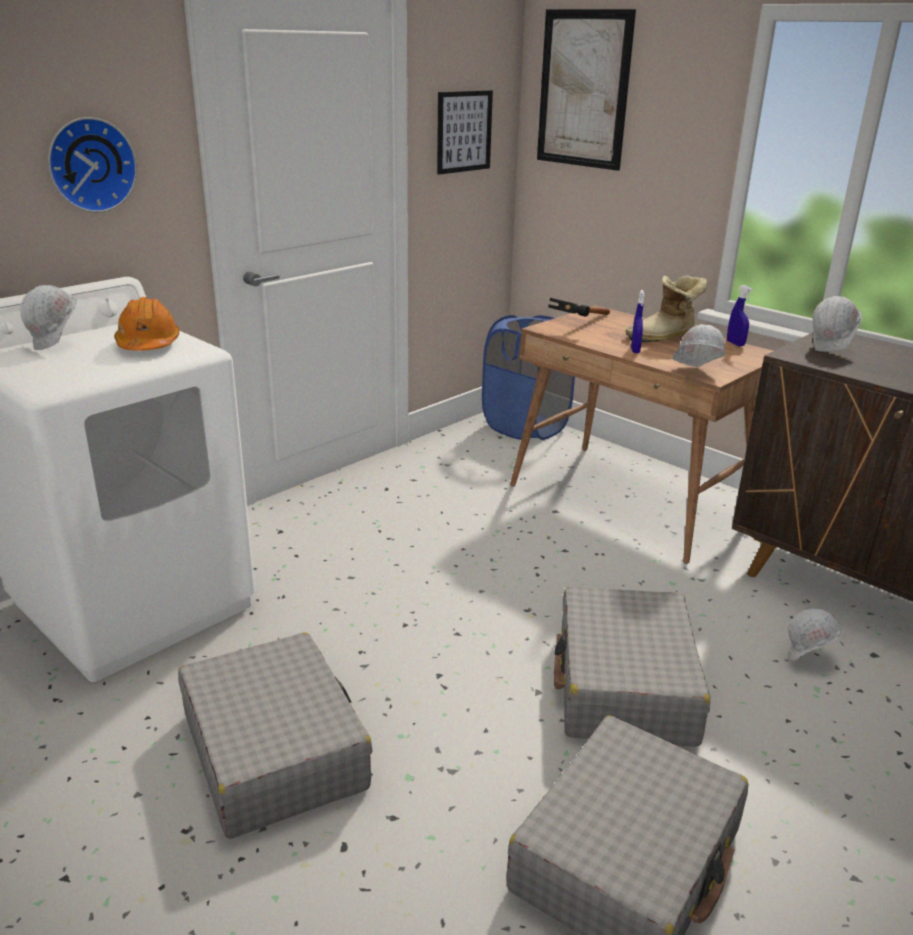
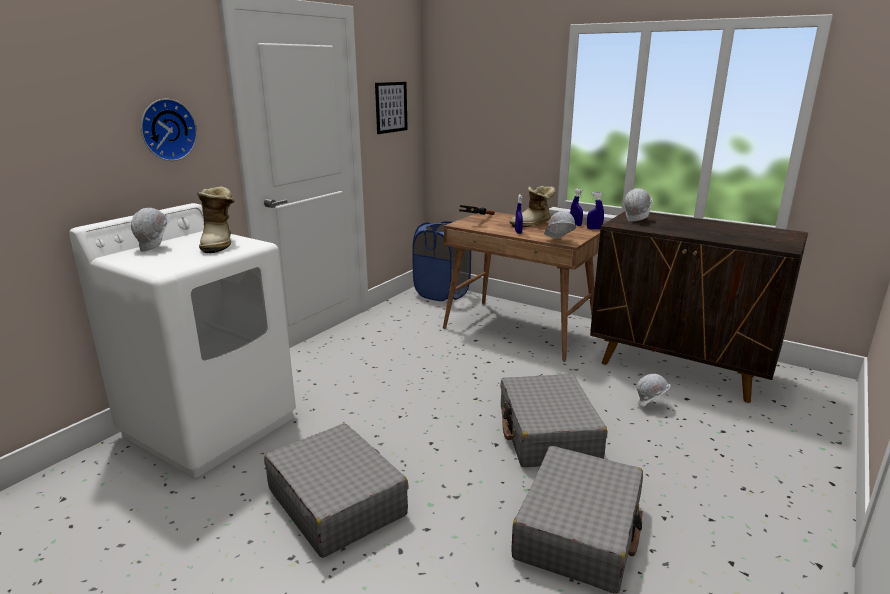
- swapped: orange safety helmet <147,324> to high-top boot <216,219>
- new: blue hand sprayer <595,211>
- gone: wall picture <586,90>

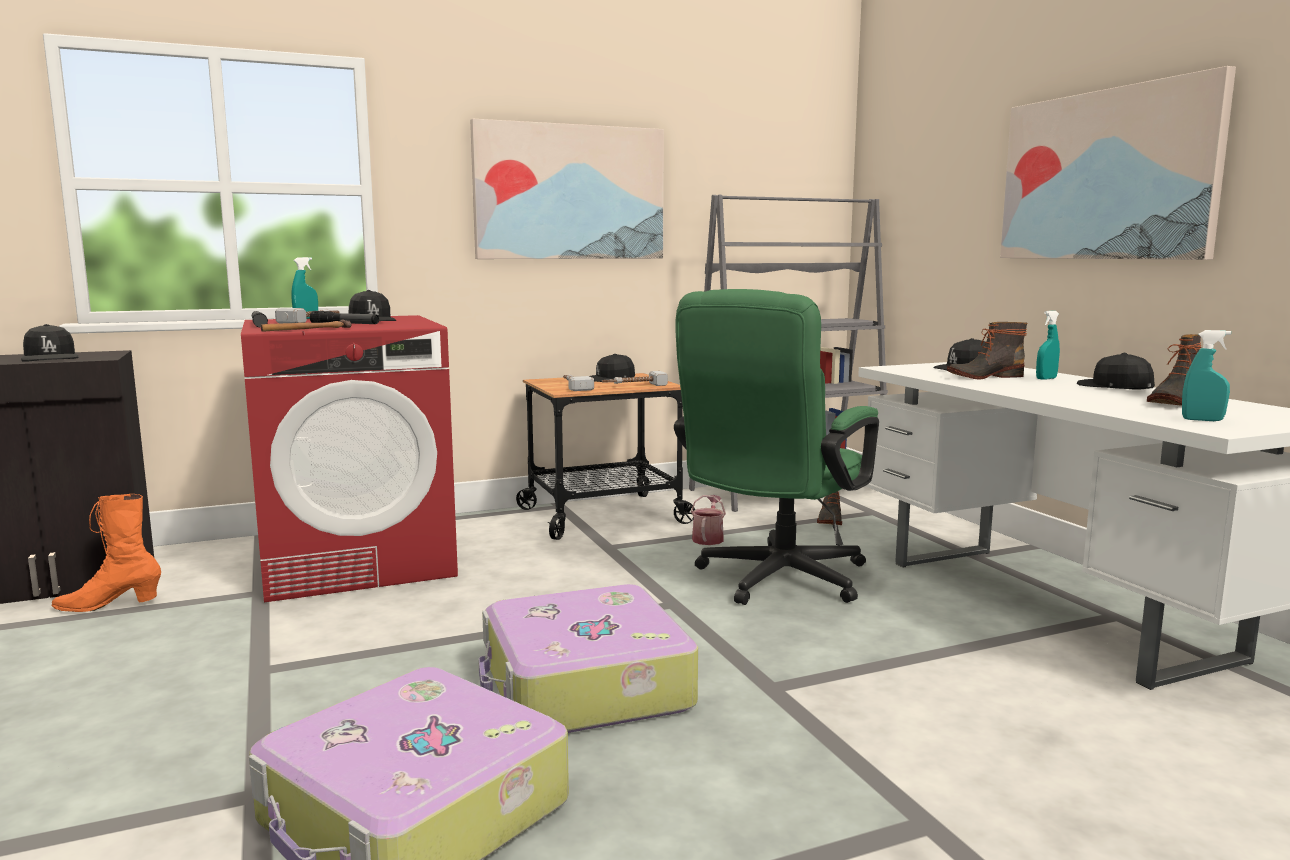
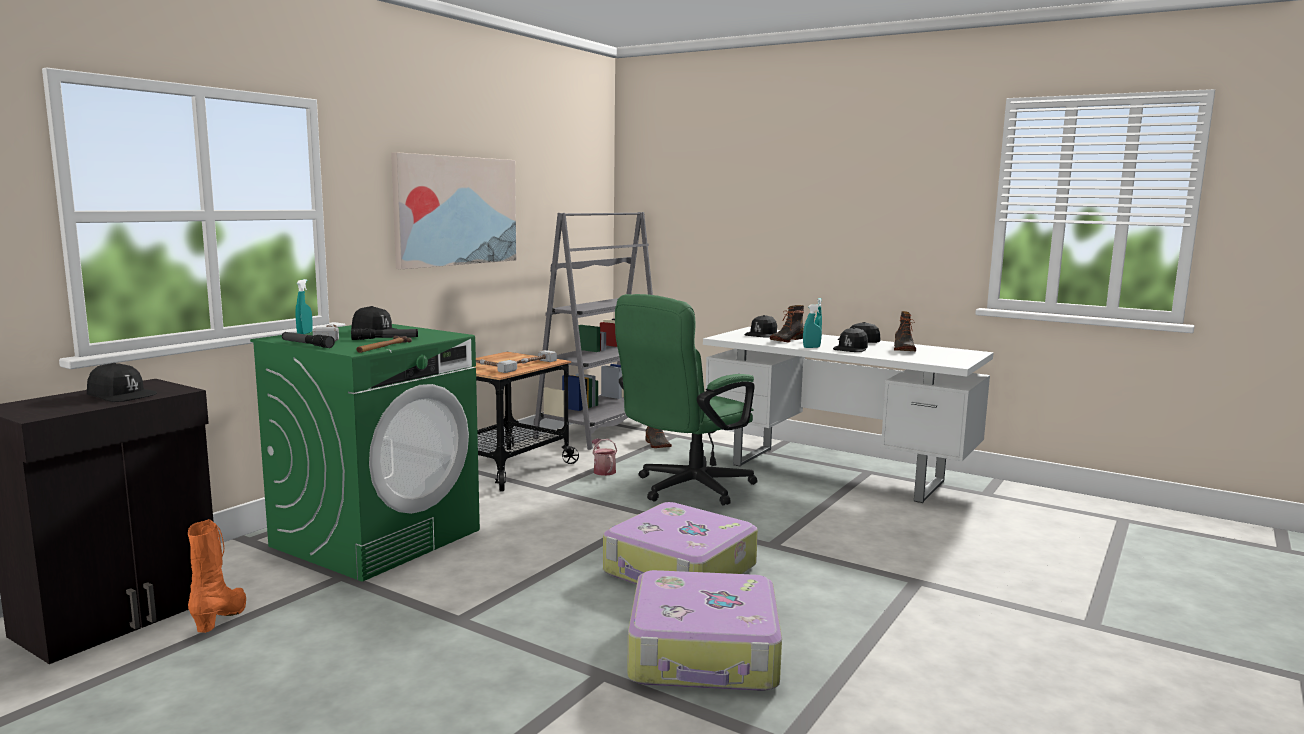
- rotated: orange high-top boot <106,553> = <217,576> 135 degrees clockwise
- repainted: red-coloured laundry machine <349,458> to green laundry machine <365,453>
- rotated: green office chair <776,447> = <686,399> 45 degrees clockwise
- shifted: turquoise-coloured hand sprayer <1206,375> to <812,326>
- shifted: blackish cap <612,368> to <850,340>
- gone: wall picture <1118,163>

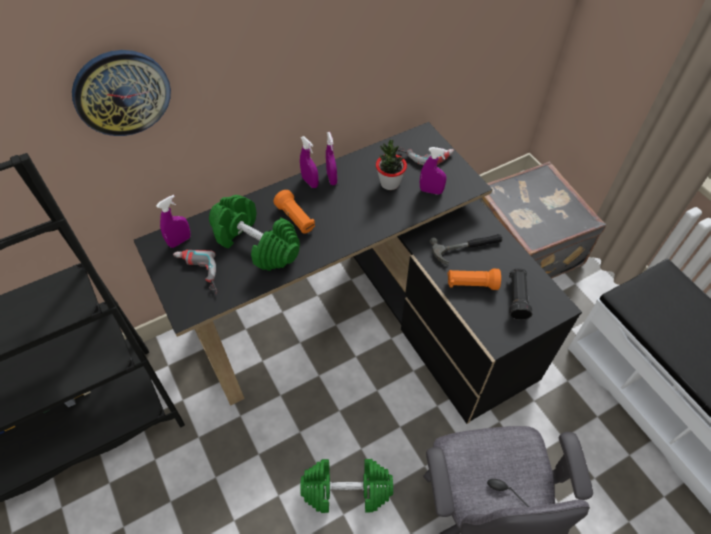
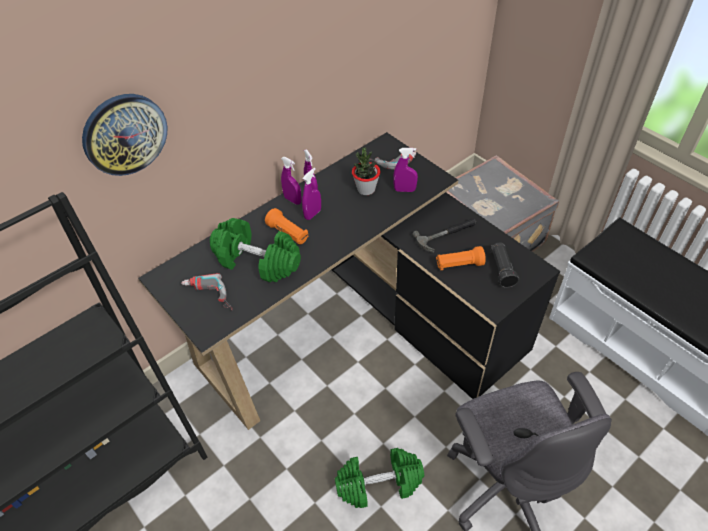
- shifted: purple-coloured hand sprayer <173,221> to <311,194>

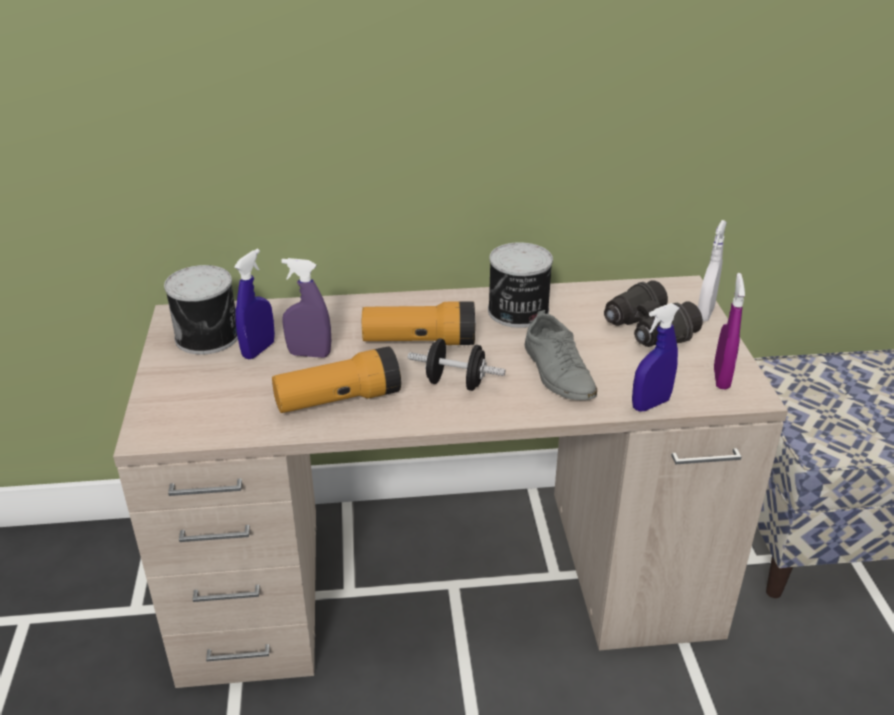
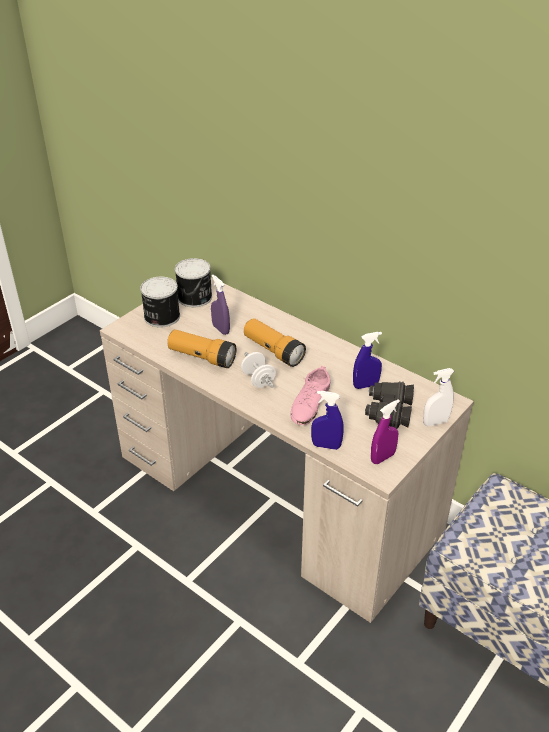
- shifted: metal can <520,285> to <160,302>
- repainted: blackish dumbbell <457,364> to white-coloured dumbbell <258,370>
- repainted: grey low shoe <561,355> to pinkish low shoe <311,395>
- shifted: blue hand sprayer <254,304> to <367,360>

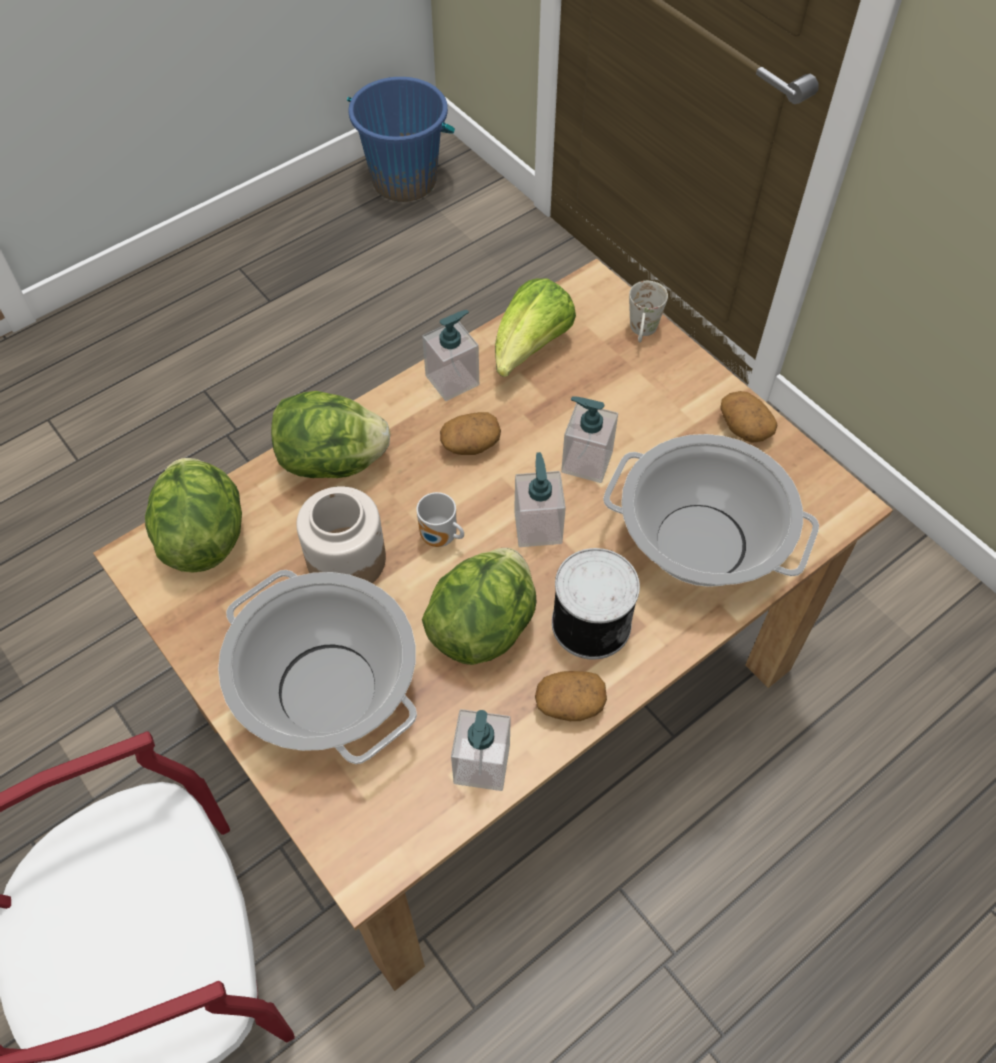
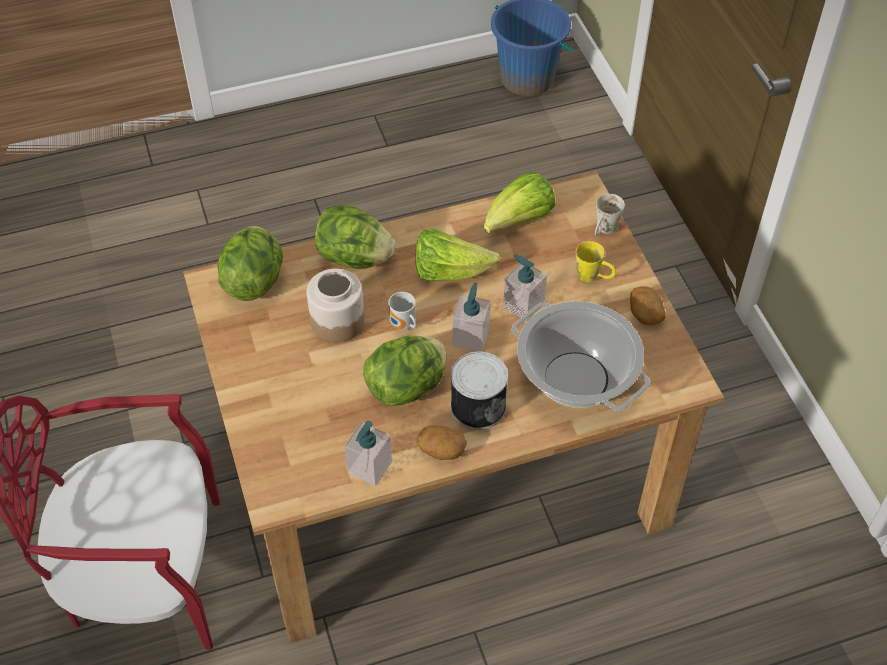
- swapped: potato <470,433> to lettuce head <458,255>
- new: yellow coffee mug <596,261>
- gone: stockpot <317,667>
- gone: soap bottle <450,355>

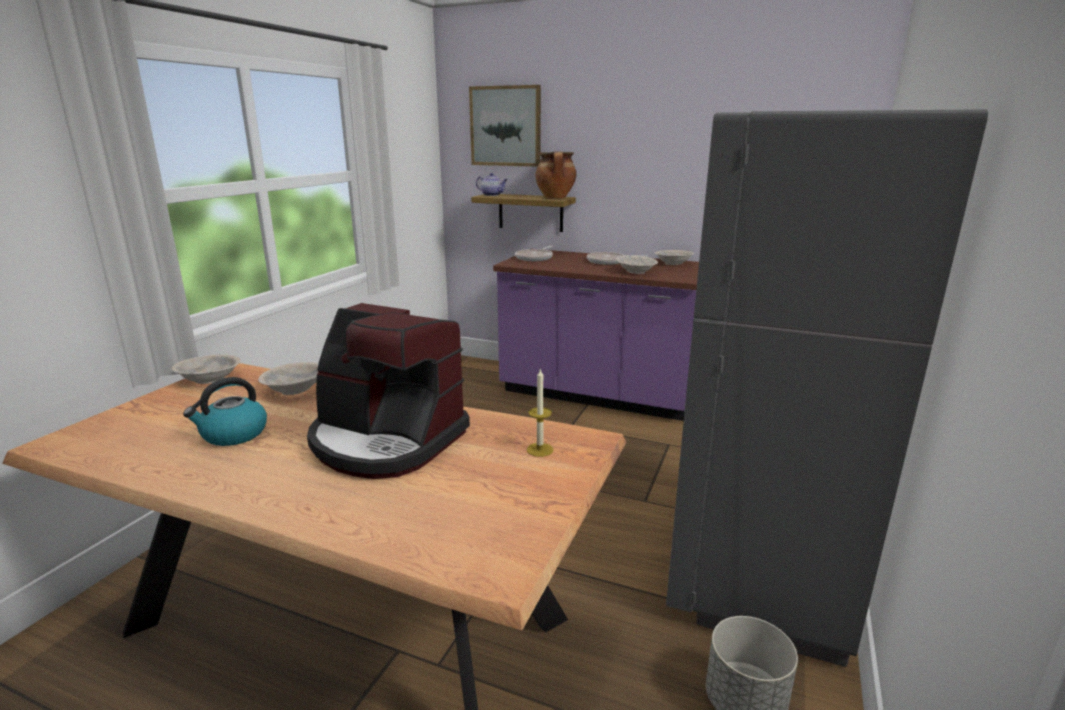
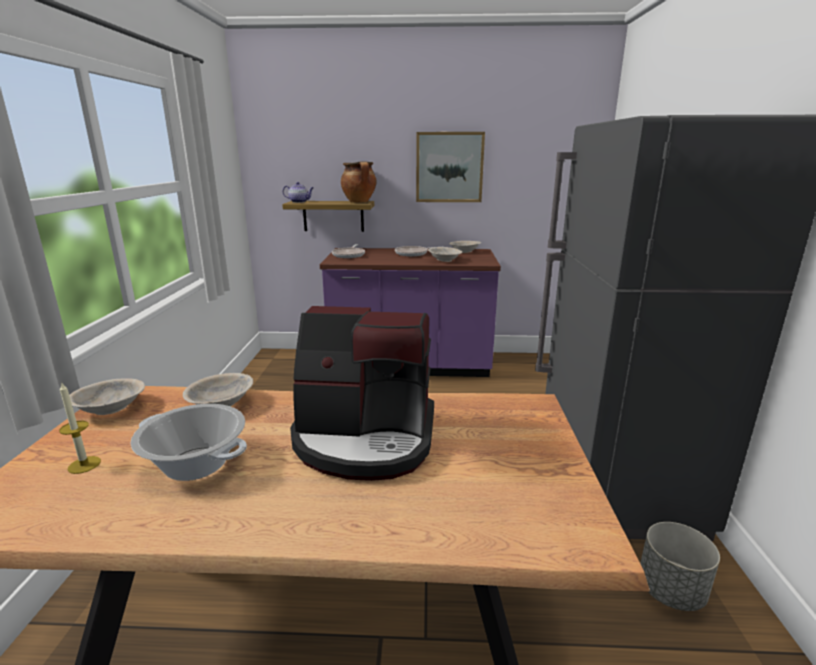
- shifted: wax light <540,412> to <80,428>
- swapped: tea kettle <225,411> to stockpot <188,442>
- shifted: wall picture <505,126> to <450,167>

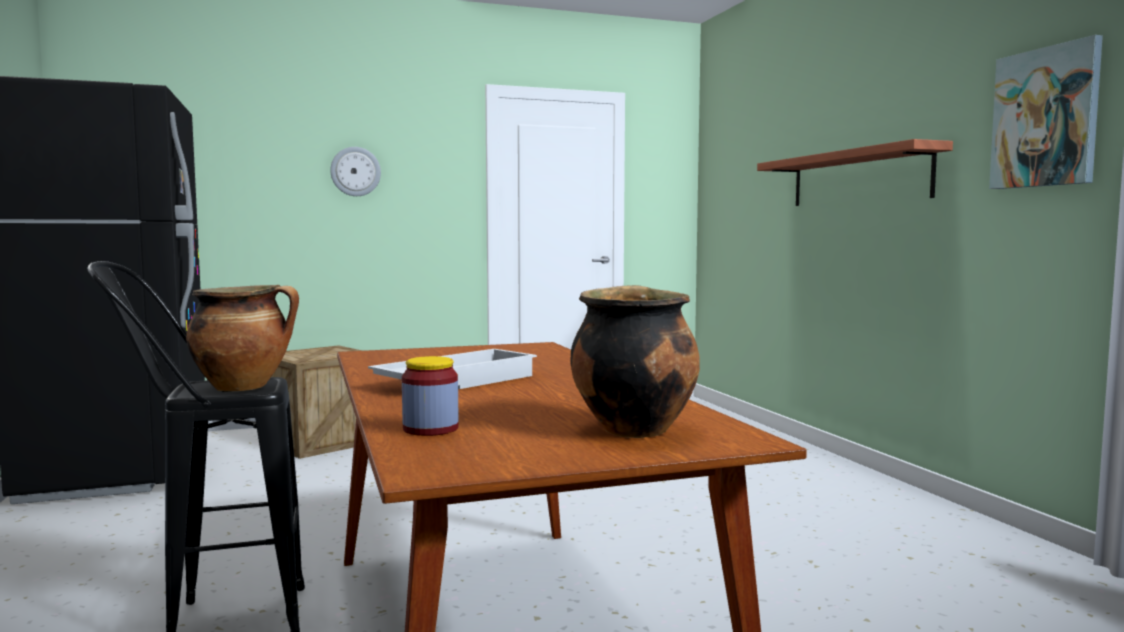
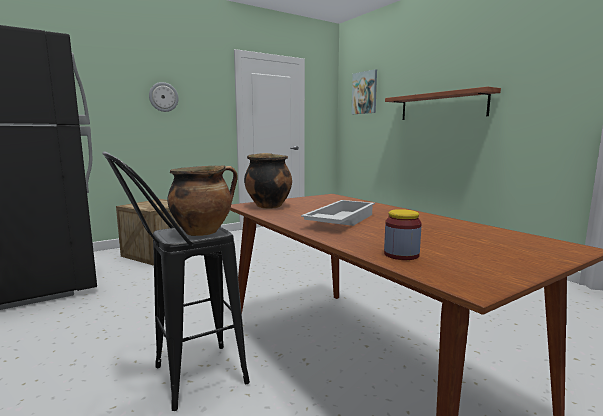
- shifted: stockpot <635,361> to <268,181>
- shifted: wall picture <1046,112> to <364,91>

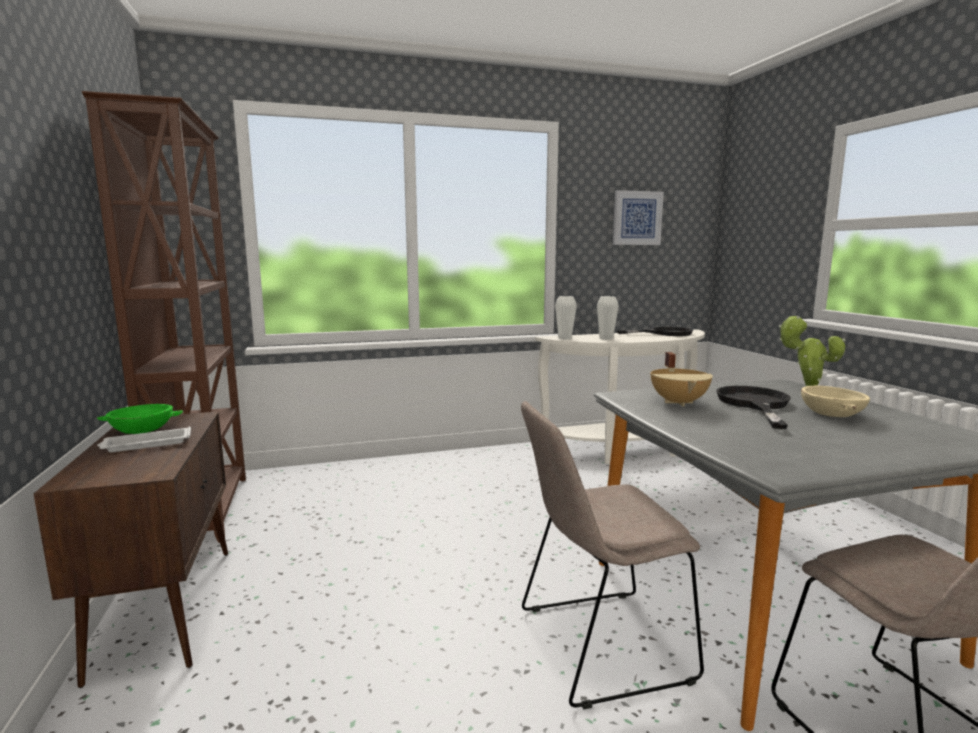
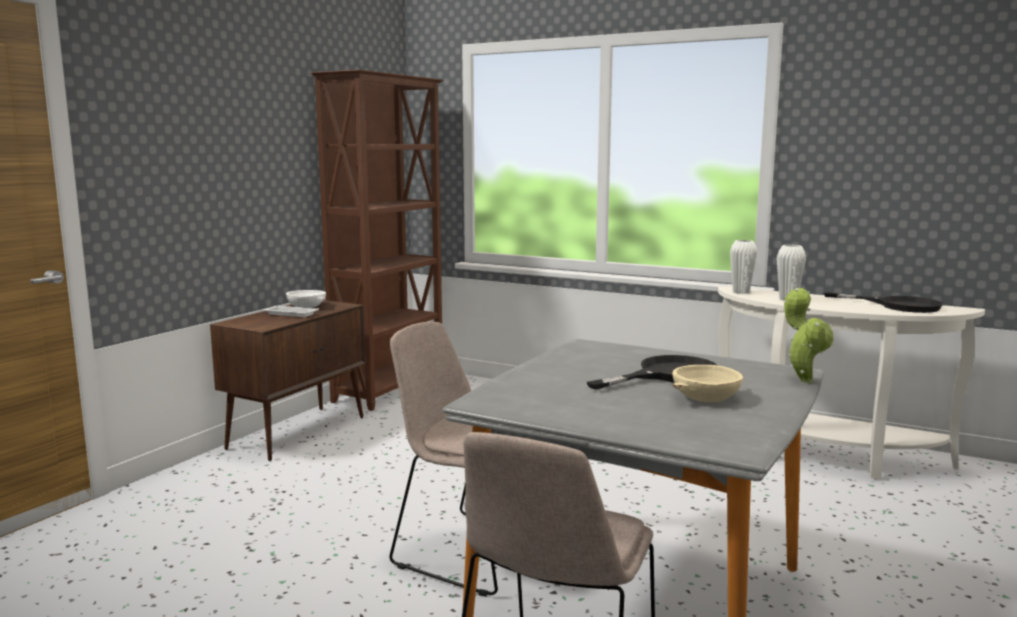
- repainted: green serving bowl <140,419> to white-coloured serving bowl <306,299>
- gone: wall picture <638,217>
- gone: sand-coloured stockpot <681,379>

